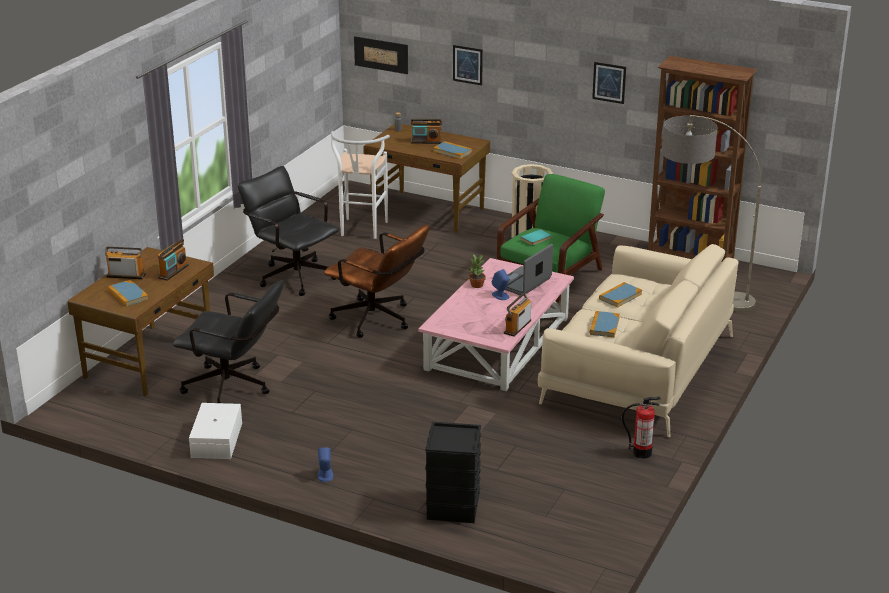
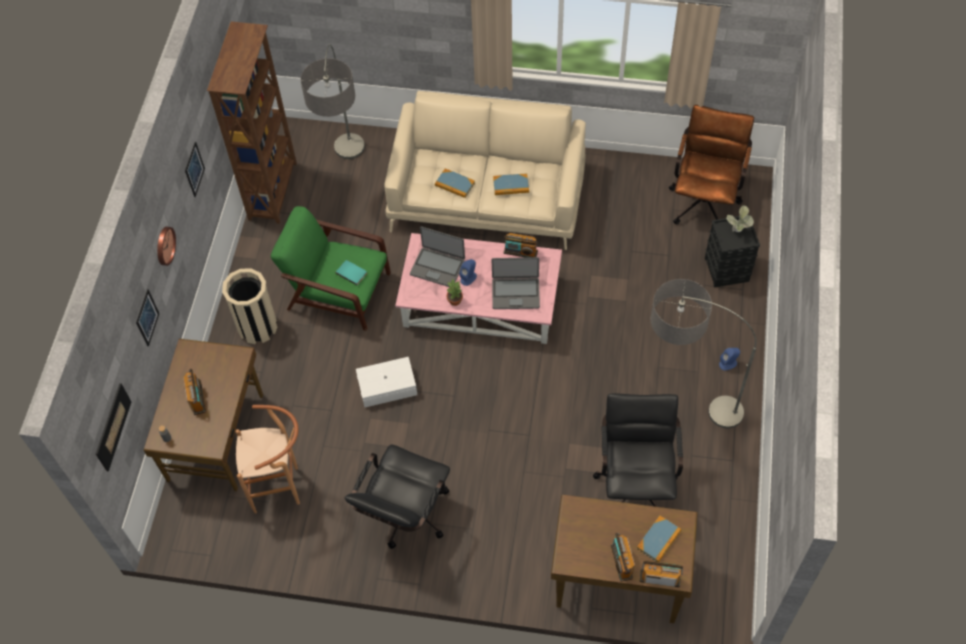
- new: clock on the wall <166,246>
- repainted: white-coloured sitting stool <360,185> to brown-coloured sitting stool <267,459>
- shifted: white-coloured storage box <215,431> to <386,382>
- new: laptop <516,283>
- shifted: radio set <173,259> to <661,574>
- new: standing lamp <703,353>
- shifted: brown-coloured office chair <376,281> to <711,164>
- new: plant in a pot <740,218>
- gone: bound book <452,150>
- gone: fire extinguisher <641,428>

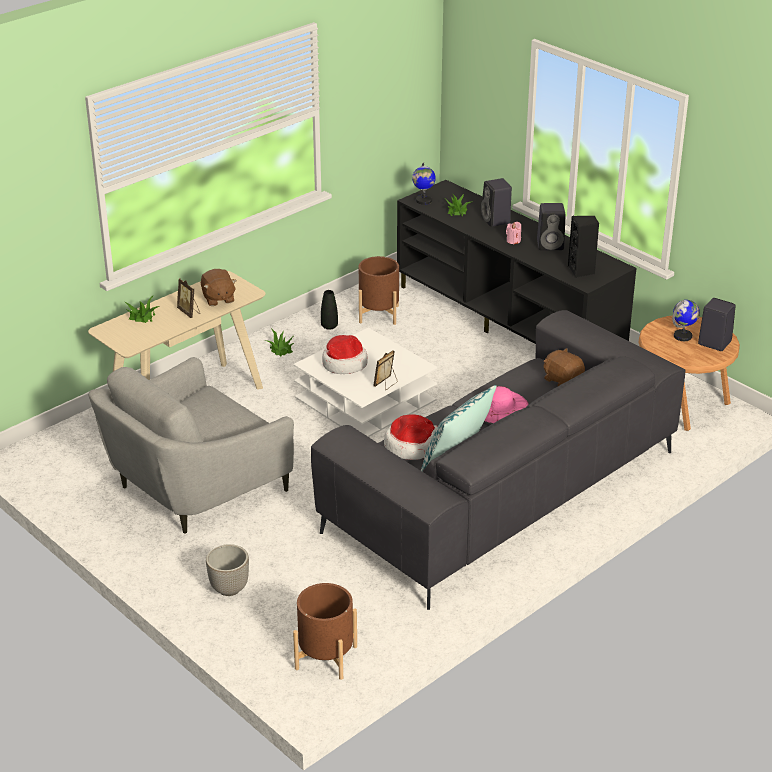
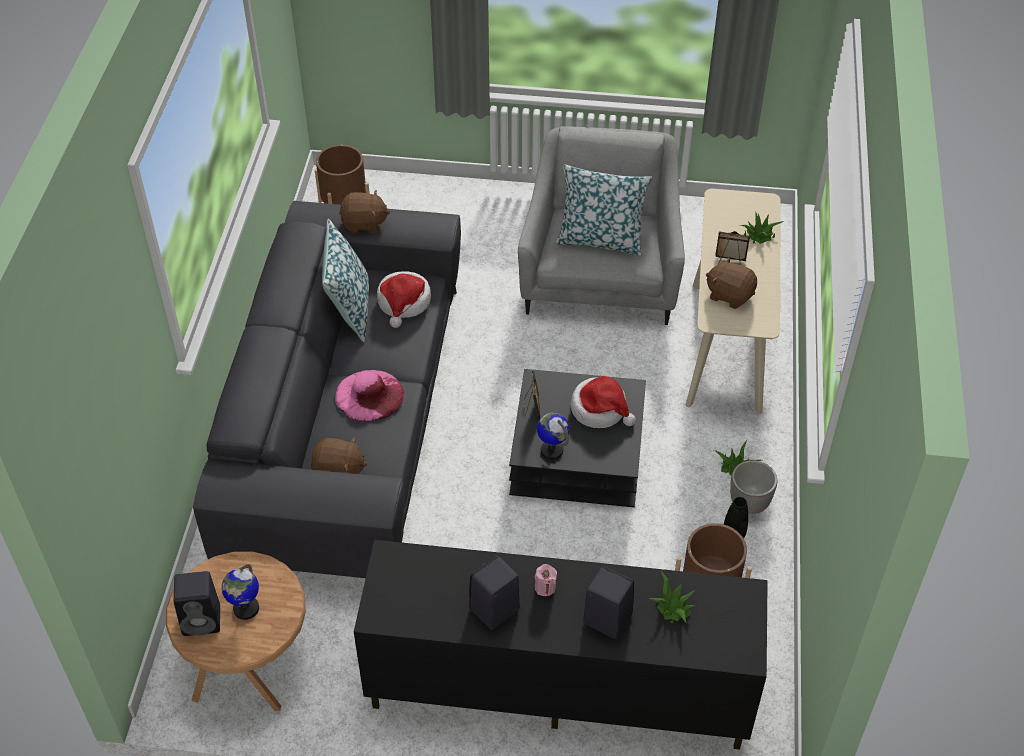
- new: brown-coloured cuddly toy <364,211>
- repainted: white-coloured coffee table <365,382> to blackish coffee table <577,438>
- shifted: desk globe <424,183> to <553,436>
- new: cushion <604,210>
- shifted: plant pot <227,570> to <753,487>
- gone: blackish speaker <583,247>

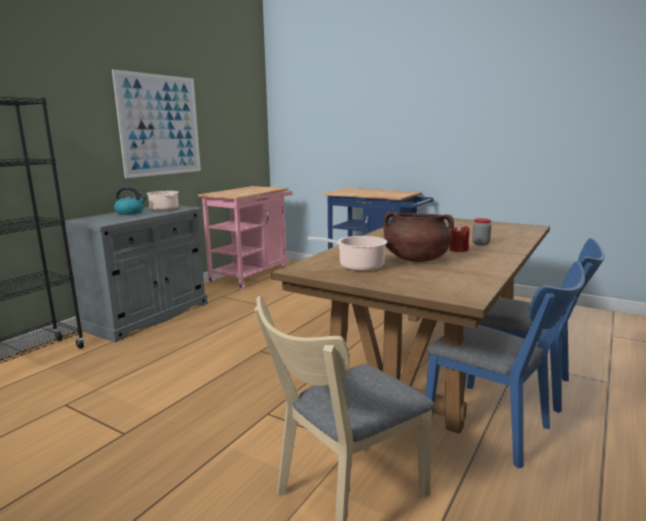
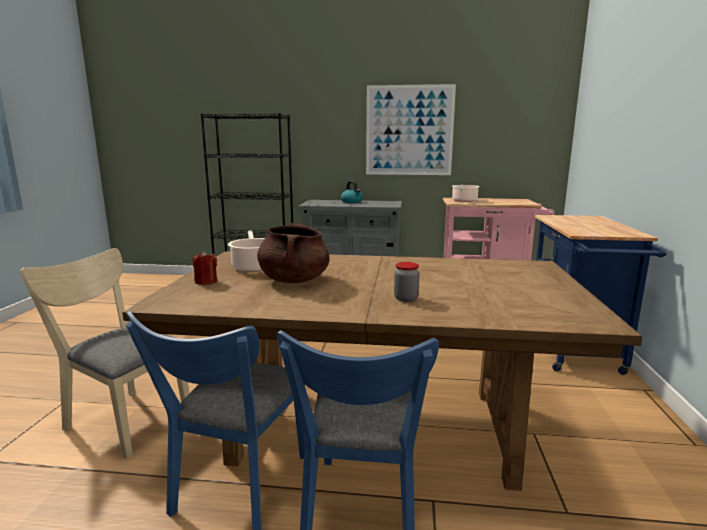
- shifted: red-coloured wax light <459,238> to <205,268>
- shifted: stockpot <163,201> to <466,193>

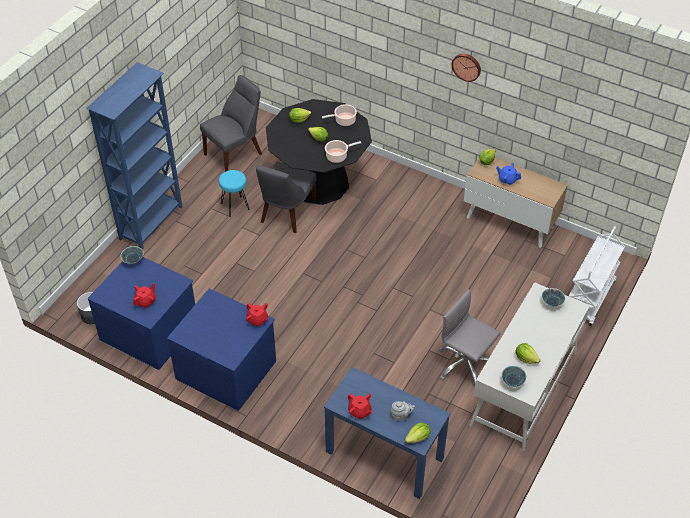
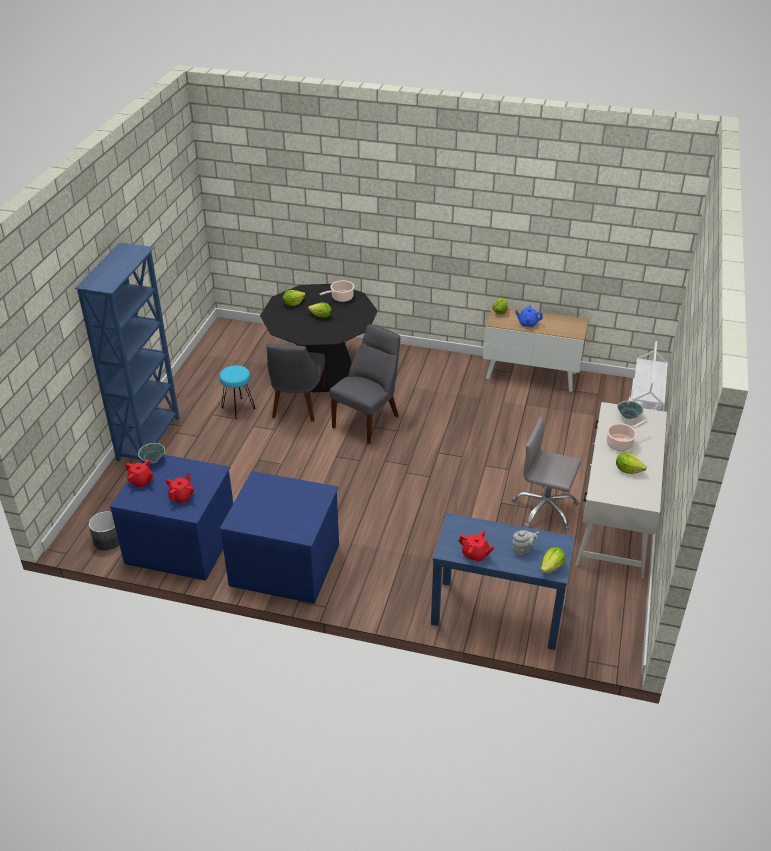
- shifted: red-coloured teapot <257,315> to <139,474>
- shifted: grey upright chair <231,123> to <364,384>
- shifted: stockpot <343,151> to <627,435>
- gone: clock on the wall <466,68>
- gone: serving bowl <514,376>

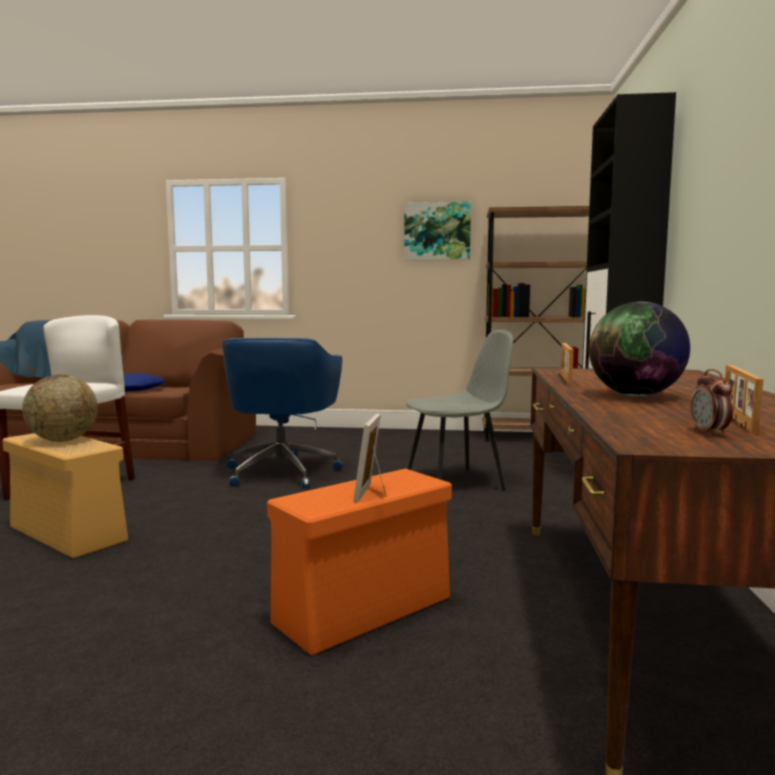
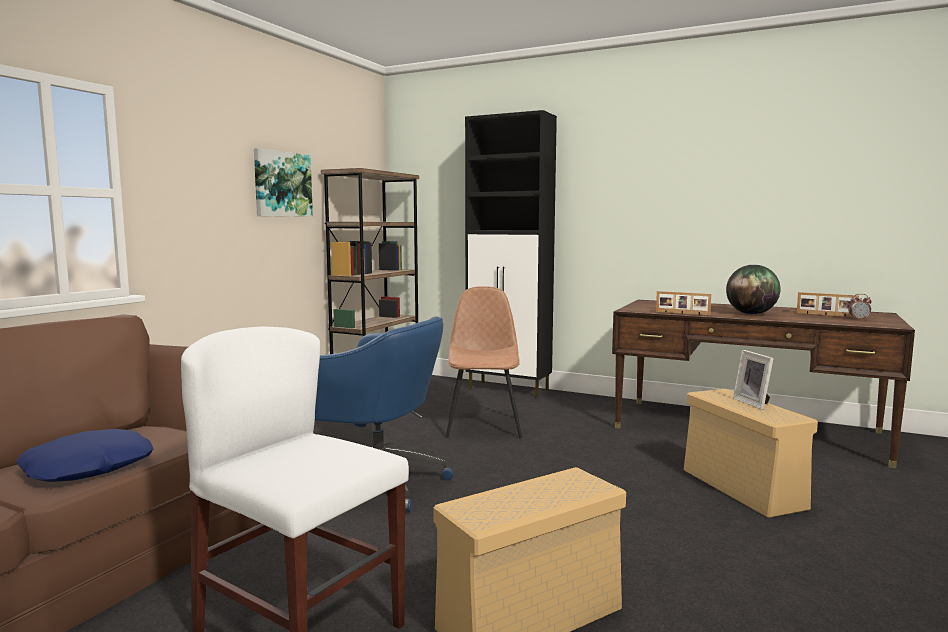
- repainted: grey upright chair <459,409> to brown-coloured upright chair <484,362>
- repainted: orange storage box <359,562> to sand-coloured storage box <751,453>
- rotated: picture frame <369,458> = <753,380> 45 degrees clockwise
- gone: desk globe <60,408>

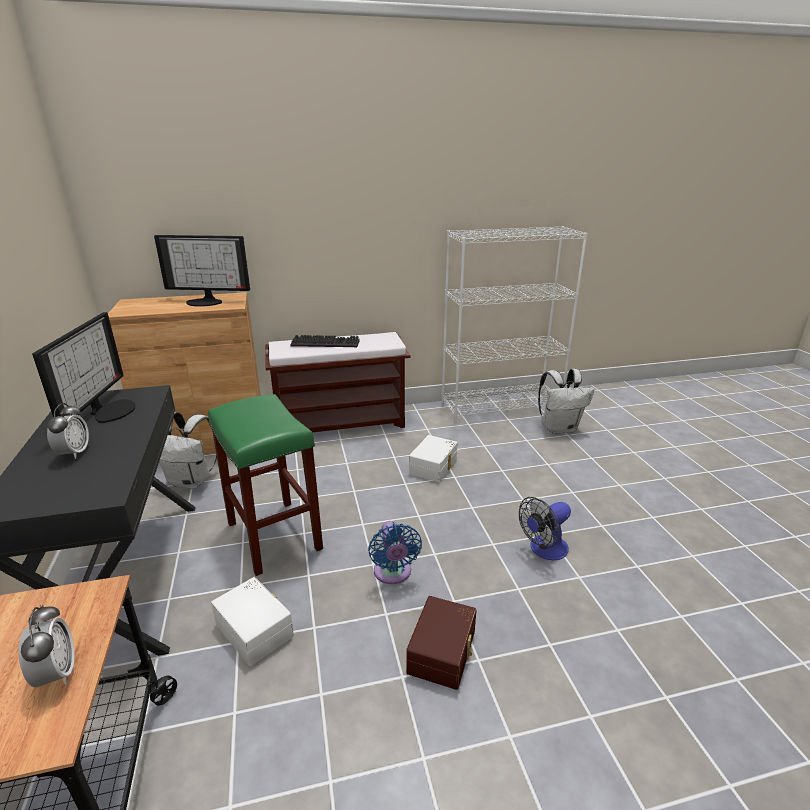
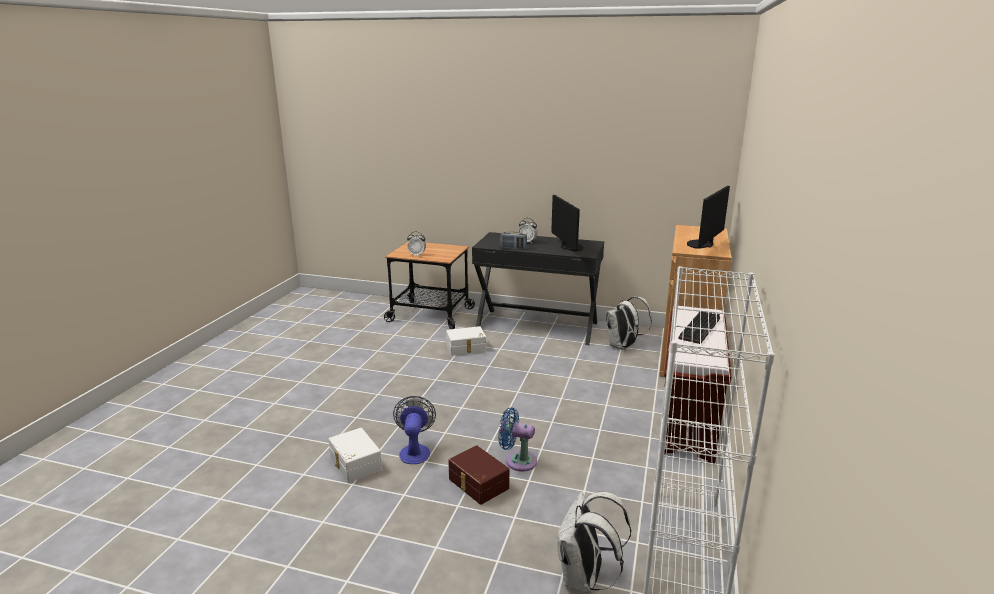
- shifted: white-coloured storage box <433,458> to <355,455>
- shifted: brown-coloured storage box <441,643> to <479,475>
- shifted: blue cooling fan <395,552> to <517,439>
- new: radio set <513,241>
- rotated: monitor <84,367> = <567,223> 135 degrees counterclockwise
- gone: green sitting stool <265,485>

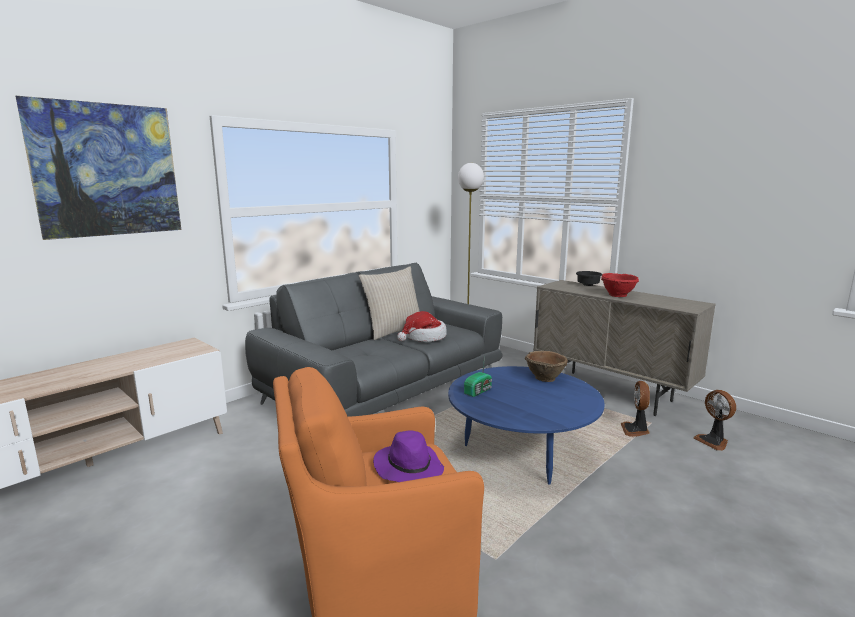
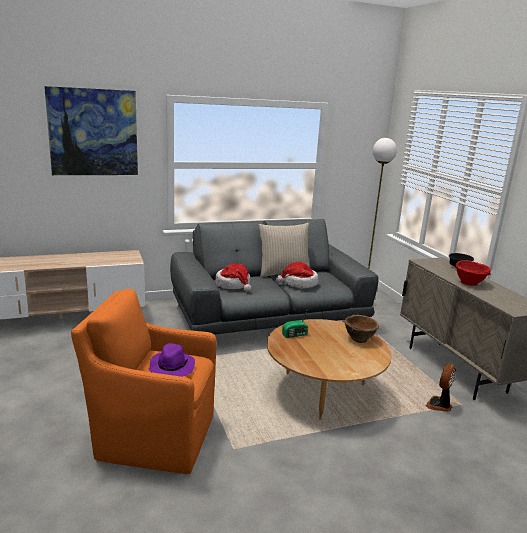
- new: hat <233,277>
- repainted: blue coffee table <526,425> to brown-coloured coffee table <329,369>
- gone: cooling fan <714,420>

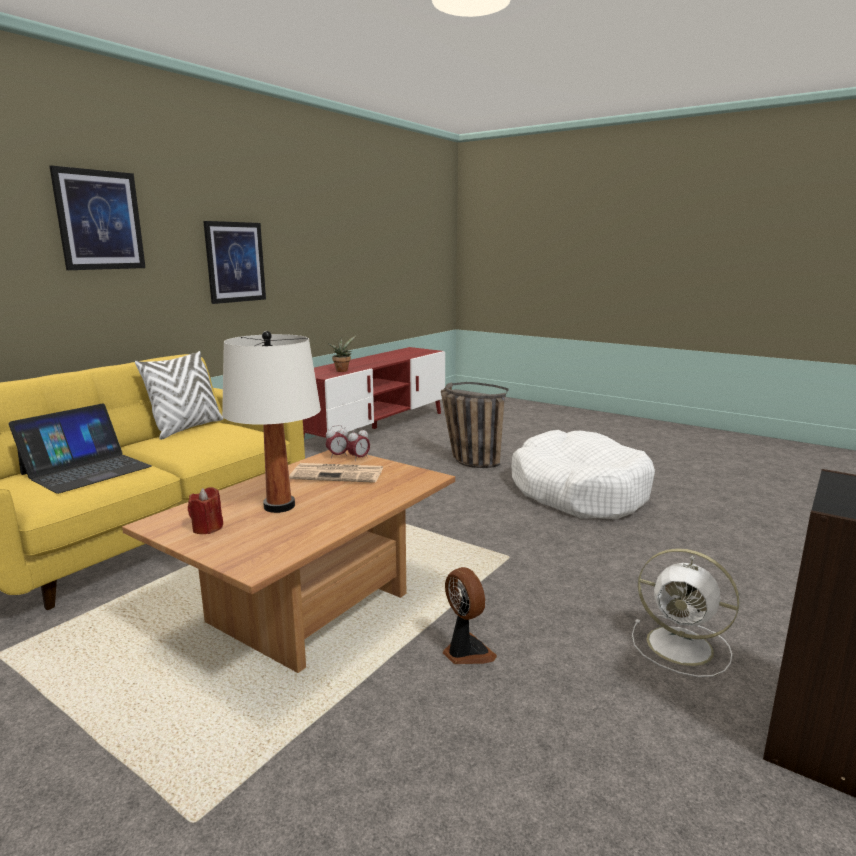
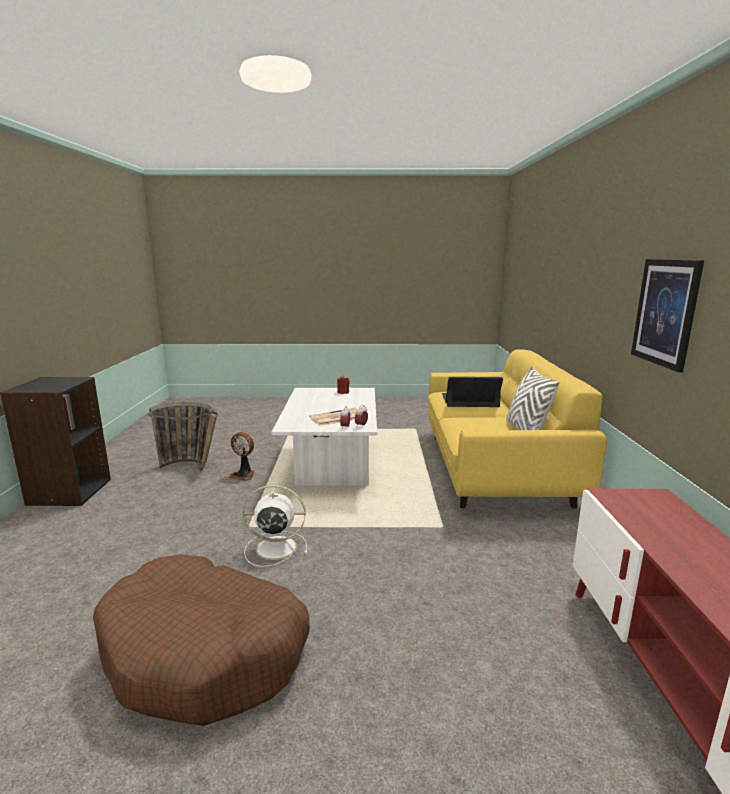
- repainted: white-coloured pet bed <583,474> to brown-coloured pet bed <201,640>
- shifted: storage basket <474,425> to <183,436>
- shifted: white-coloured cooling fan <686,612> to <275,526>
- repainted: brown-coloured coffee table <288,561> to white-coloured coffee table <324,437>
- rotated: laptop <80,449> = <472,392> 90 degrees clockwise
- gone: wall picture <97,217>
- gone: white-coloured lamp for a table <271,422>
- gone: plant in a pot <342,354>

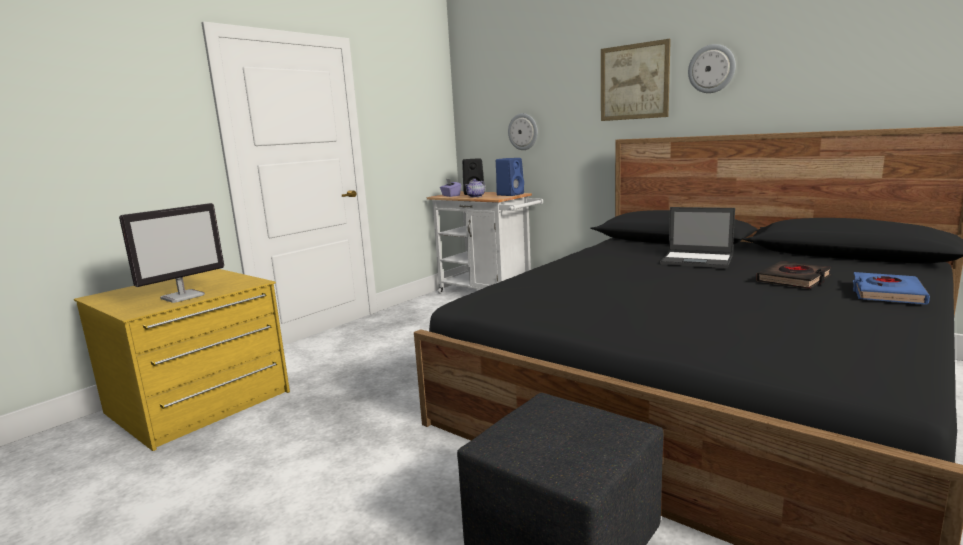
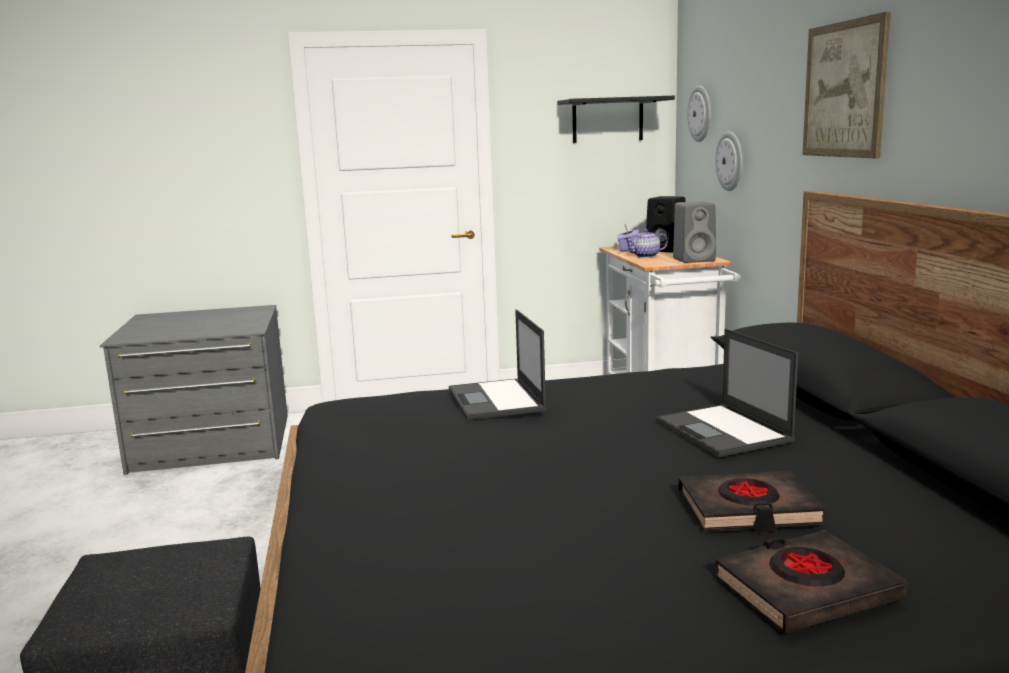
- repainted: yellow dresser <182,360> to grey dresser <194,390>
- new: laptop <498,364>
- new: blackish shelf <616,119>
- repainted: blue speaker <510,177> to grey speaker <694,232>
- shifted: clock on the wall <712,68> to <699,114>
- repainted: blue bound book <891,288> to blackish bound book <810,581>
- gone: monitor <171,253>

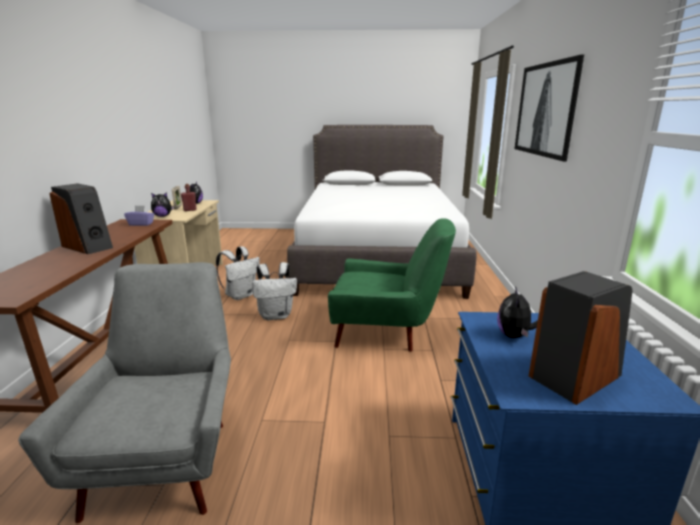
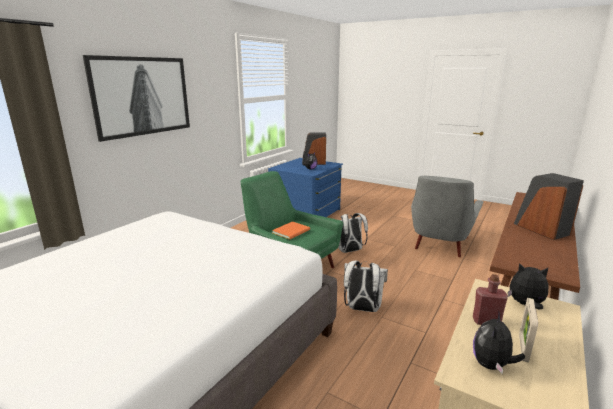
- new: orange bound book <291,230>
- shifted: white-coloured rucksack <238,273> to <353,233>
- gone: purple-coloured box of tissues <139,216>

